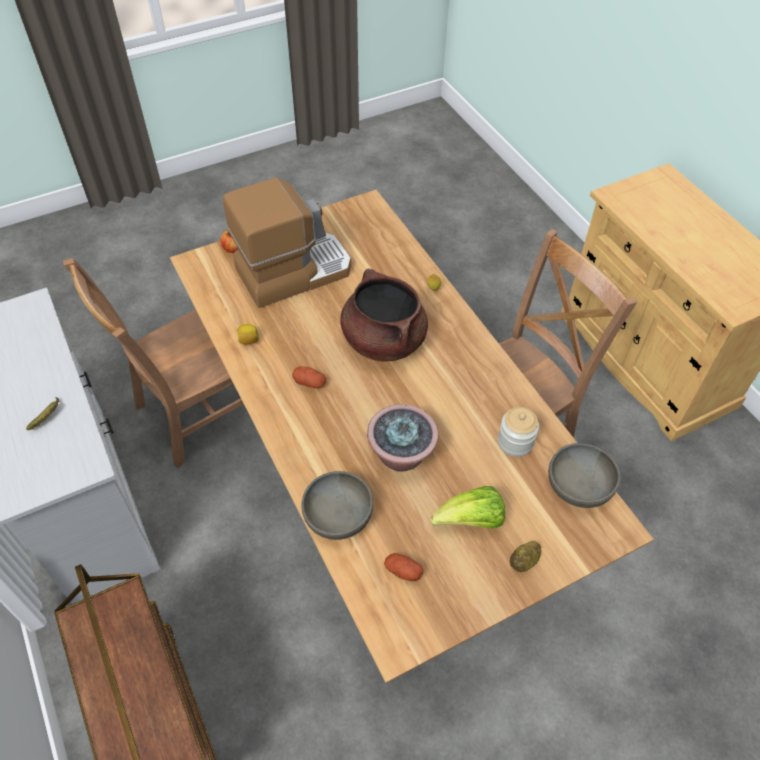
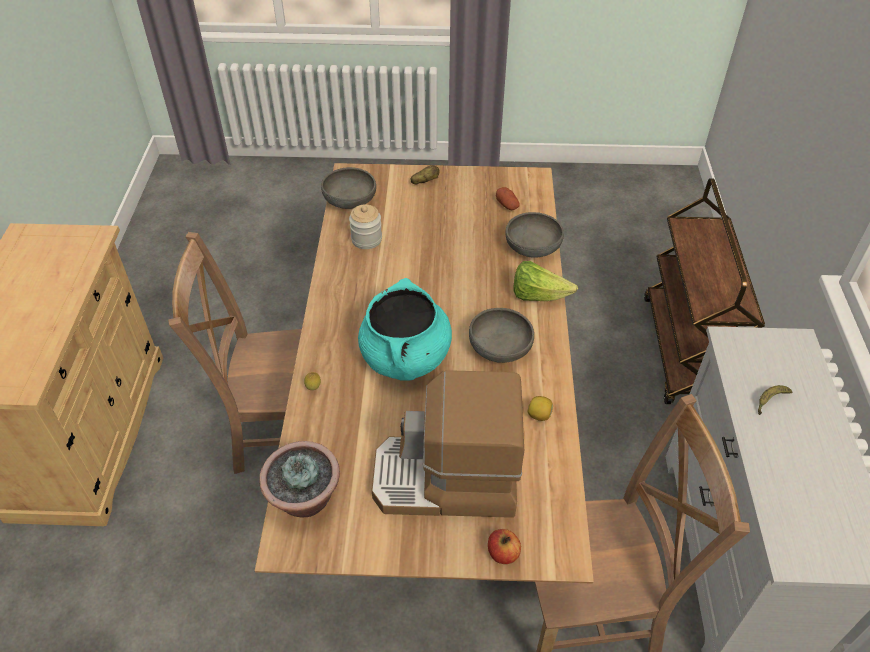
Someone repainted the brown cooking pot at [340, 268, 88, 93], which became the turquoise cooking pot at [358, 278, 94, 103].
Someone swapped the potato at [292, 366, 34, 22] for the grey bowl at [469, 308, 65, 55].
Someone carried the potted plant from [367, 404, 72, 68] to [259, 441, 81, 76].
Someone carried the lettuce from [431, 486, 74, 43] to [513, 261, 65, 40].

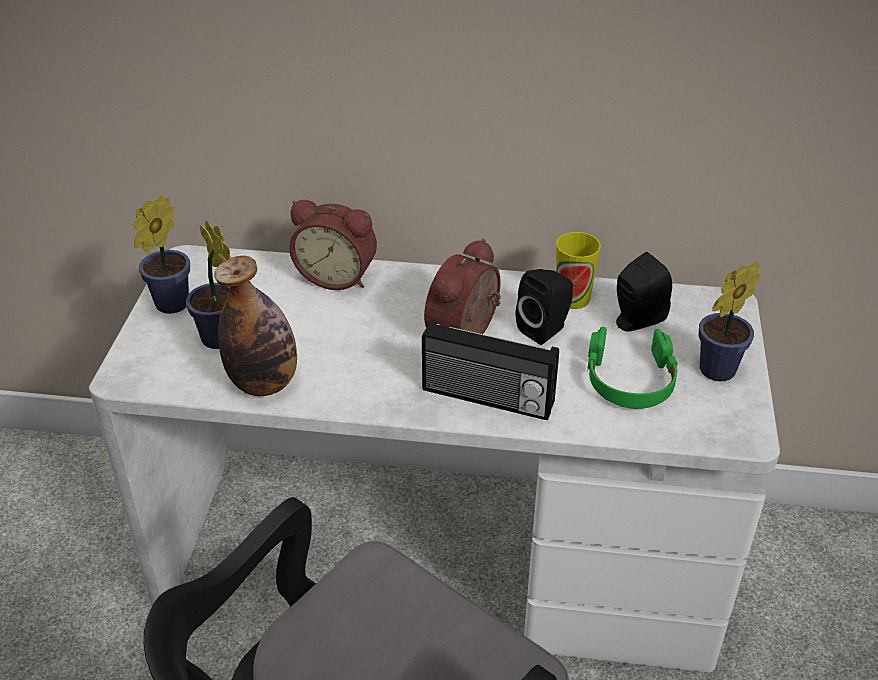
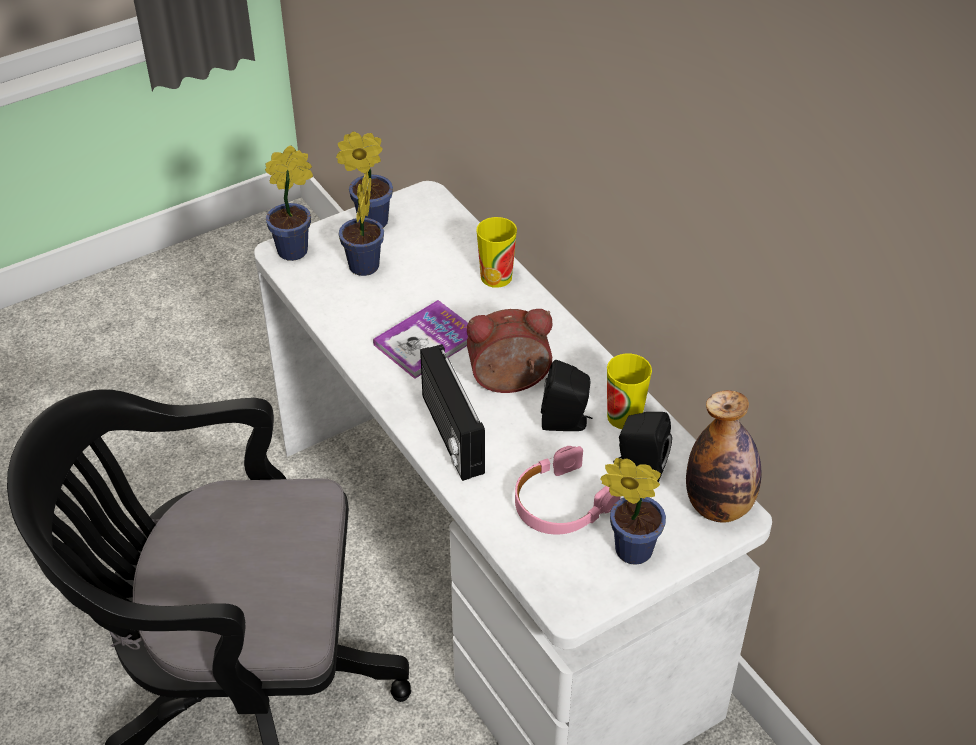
Someone swapped the alarm clock at [289, 200, 88, 90] for the cup at [476, 217, 41, 71].
Someone carried the bottle from [214, 256, 83, 140] to [686, 390, 75, 133].
Someone repainted the green headphones at [587, 327, 91, 82], which became the pink headphones at [515, 446, 106, 88].
Someone put down the potted plant at [265, 145, 48, 116].
Someone put down the book at [373, 300, 95, 79].

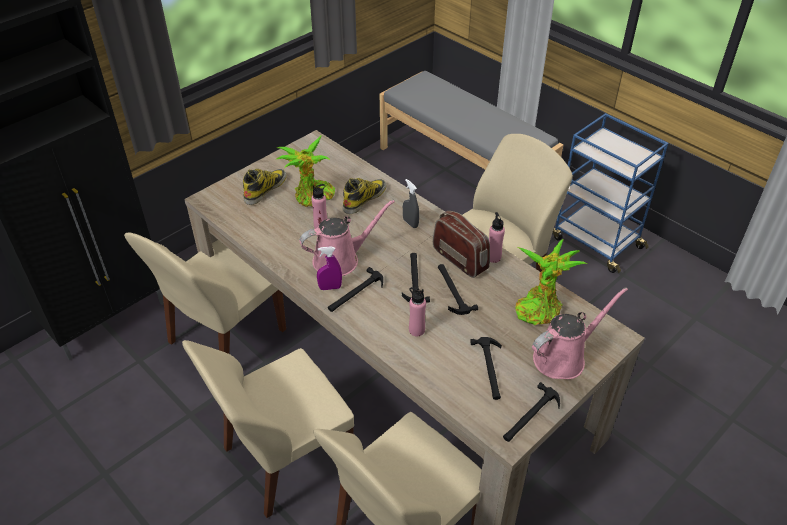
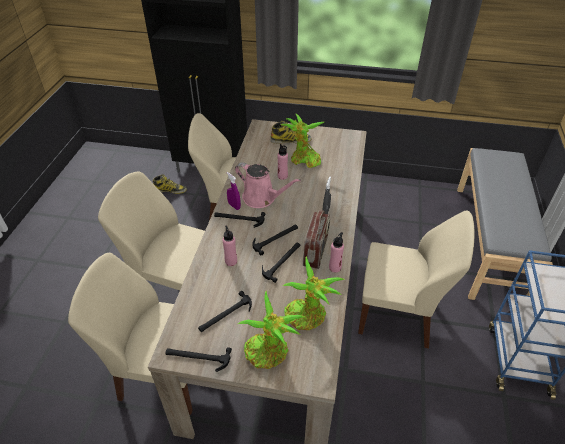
Someone carried the boot from [343, 178, 44, 36] to [153, 174, 34, 20].
Someone swapped the pink watering can at [532, 287, 96, 92] for the potted plant at [238, 291, 66, 78].

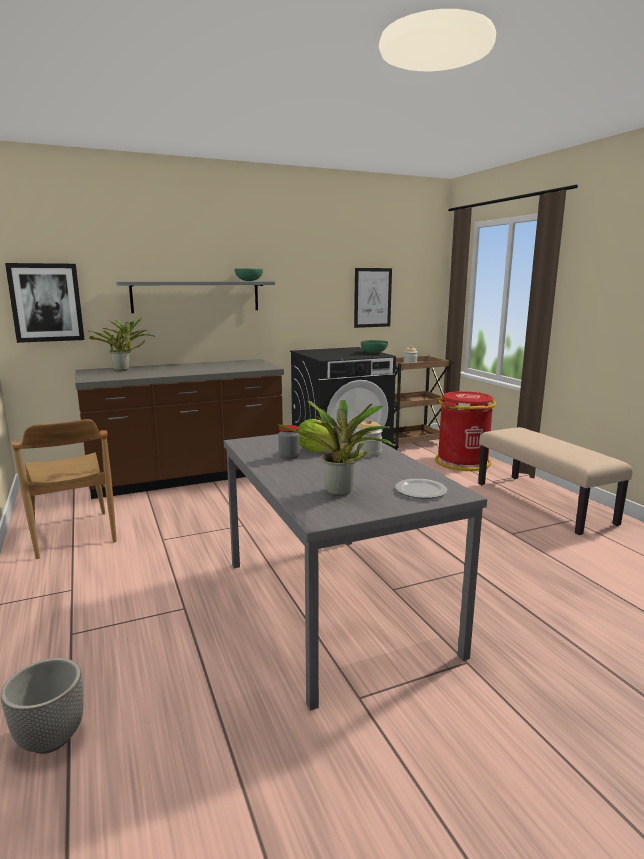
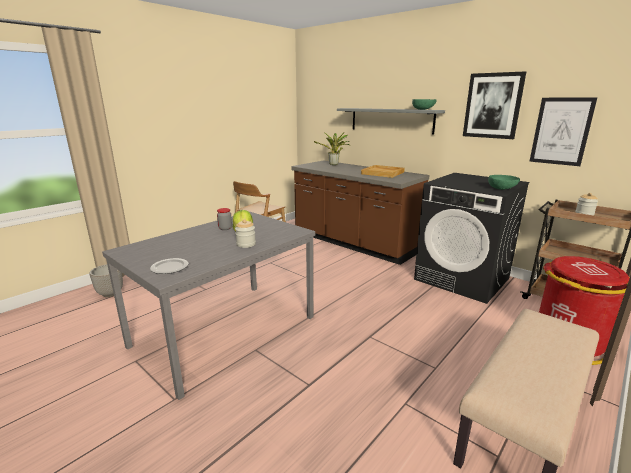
Someone carried the picture from [5, 263, 79, 80] to [463, 71, 63, 68].
Someone took away the potted plant at [278, 400, 117, 96].
Someone put down the beige tray at [361, 165, 44, 13].

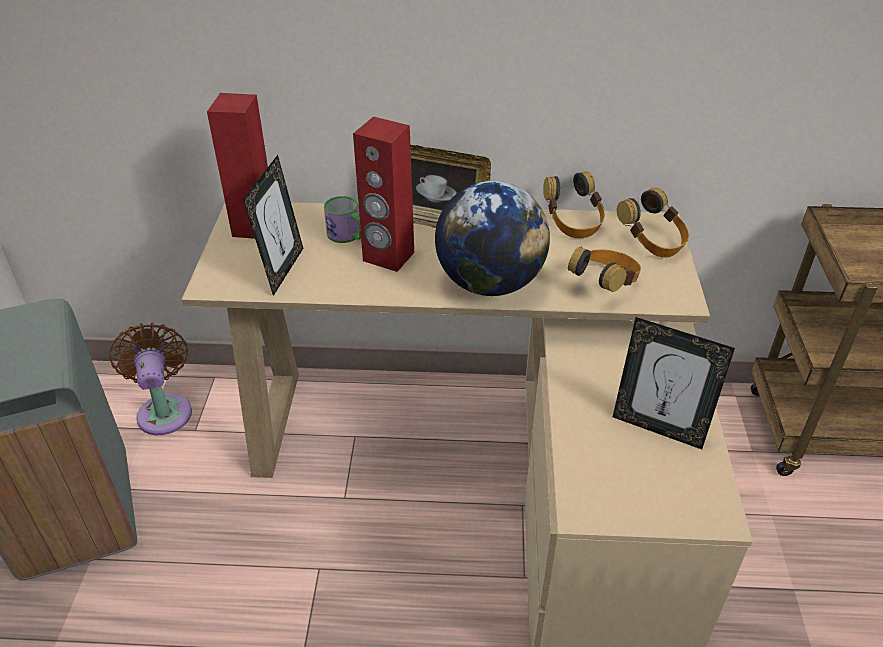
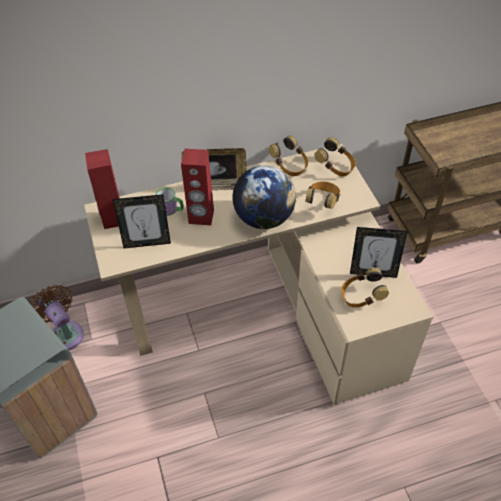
Someone rotated the picture frame at [243, 155, 60, 141] by 90 degrees clockwise.
Someone put down the headphones at [341, 268, 48, 40].

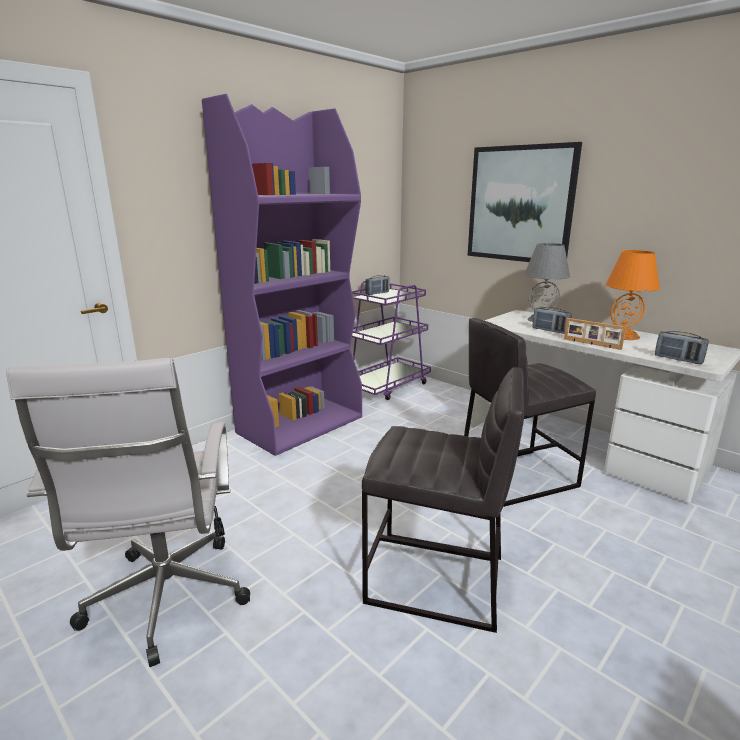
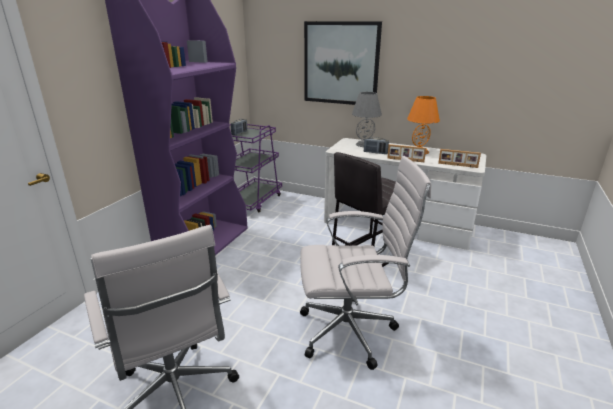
Someone swapped the radio at [655, 331, 54, 33] for the picture frame at [438, 149, 43, 19].
Someone swapped the grey stool at [362, 367, 162, 266] for the white office chair at [300, 156, 131, 214].

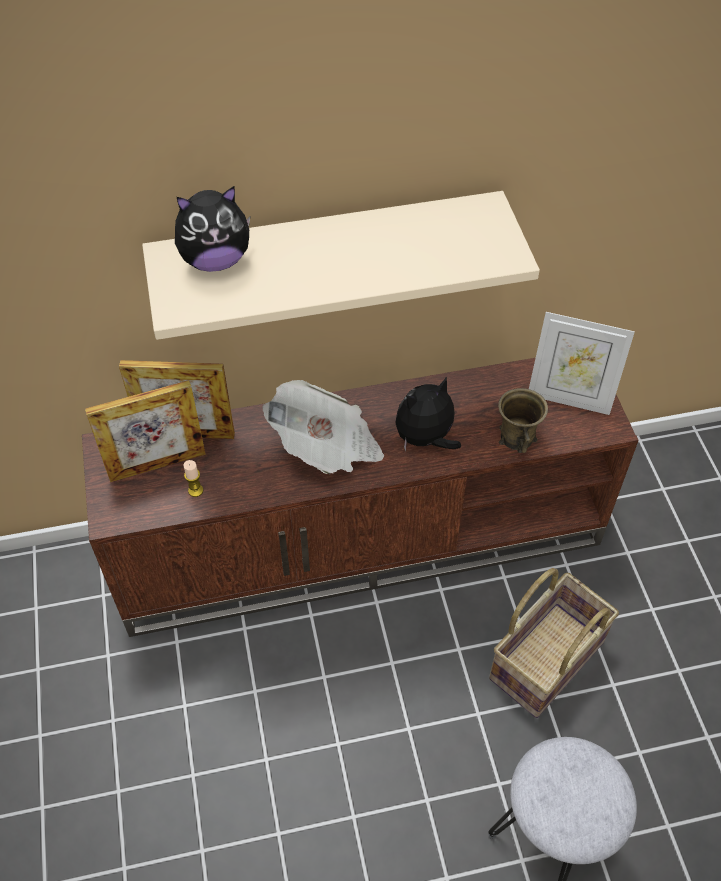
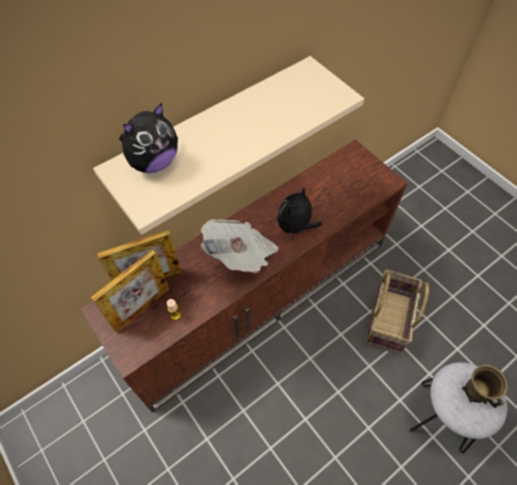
Someone took away the picture frame at [529, 312, 106, 103].
Someone carried the brown mug from [498, 388, 50, 65] to [462, 365, 46, 43].

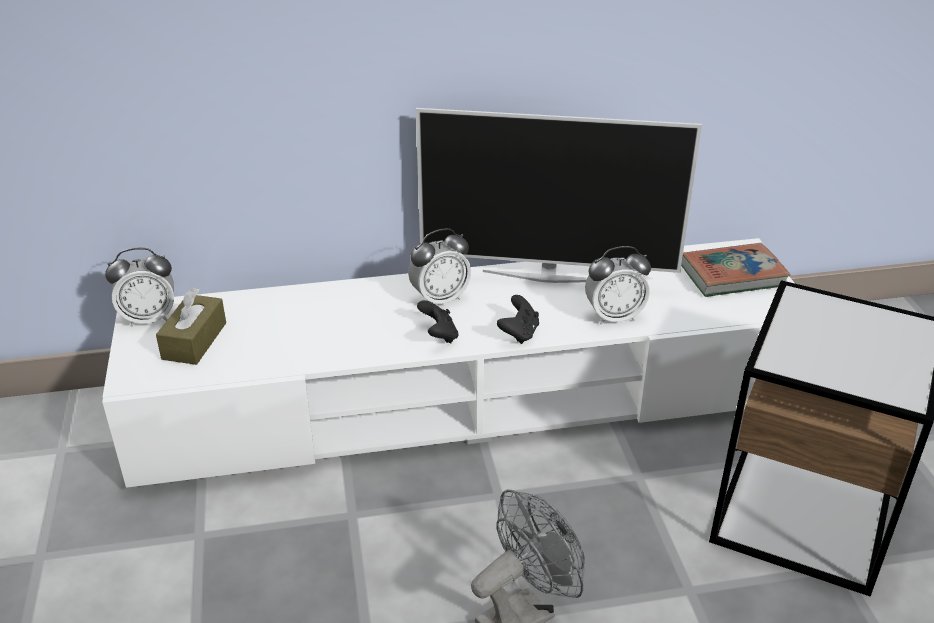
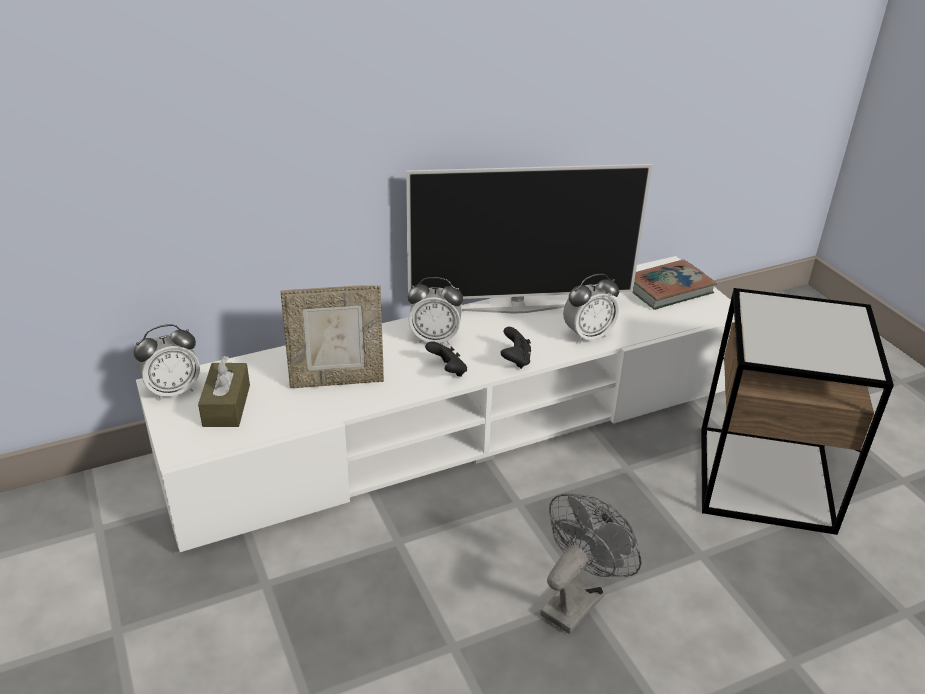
Someone rotated the alarm clock at [408, 228, 63, 76] by 45 degrees clockwise.
Someone put down the picture frame at [281, 285, 103, 103].

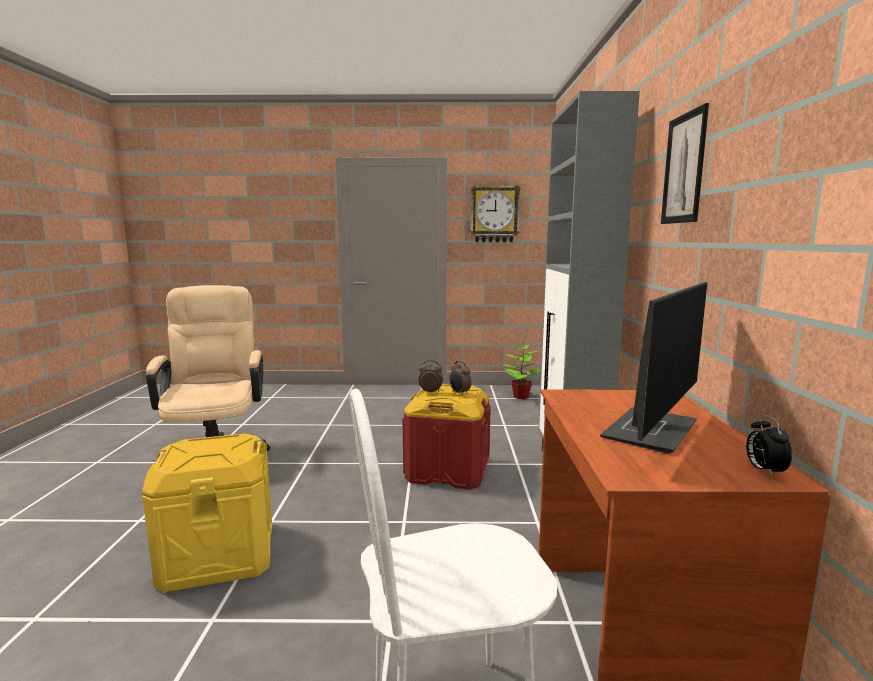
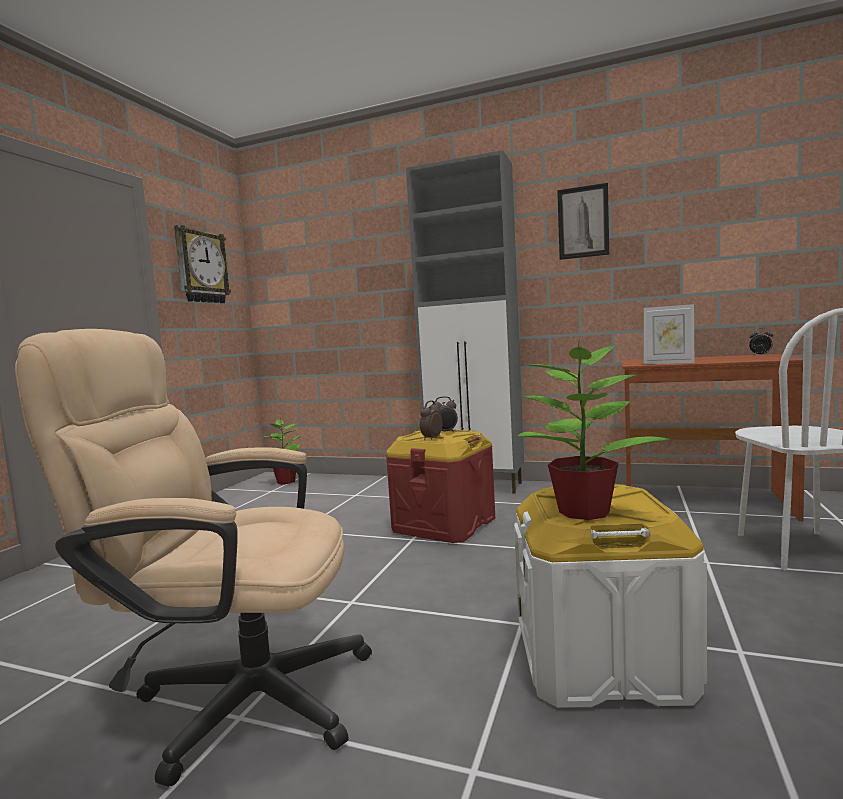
Someone took away the monitor at [600, 282, 108, 172].
Someone repainted the yellow storage box at [142, 434, 130, 158], which became the white storage box at [514, 484, 193, 224].
Someone put down the picture frame at [644, 304, 50, 60].
Someone put down the potted plant at [517, 338, 154, 182].

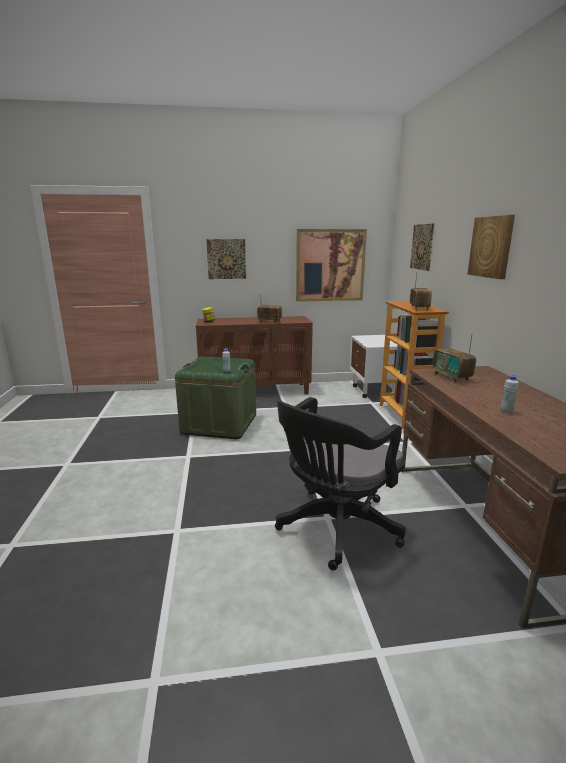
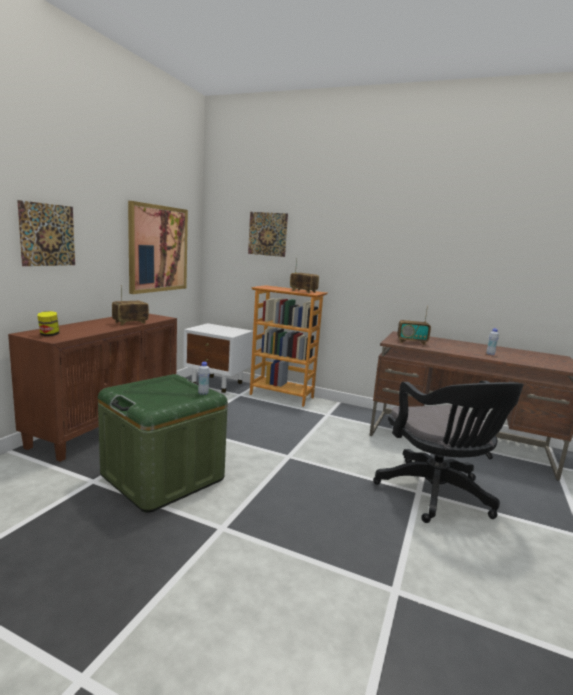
Someone took away the picture at [467, 215, 48, 64].

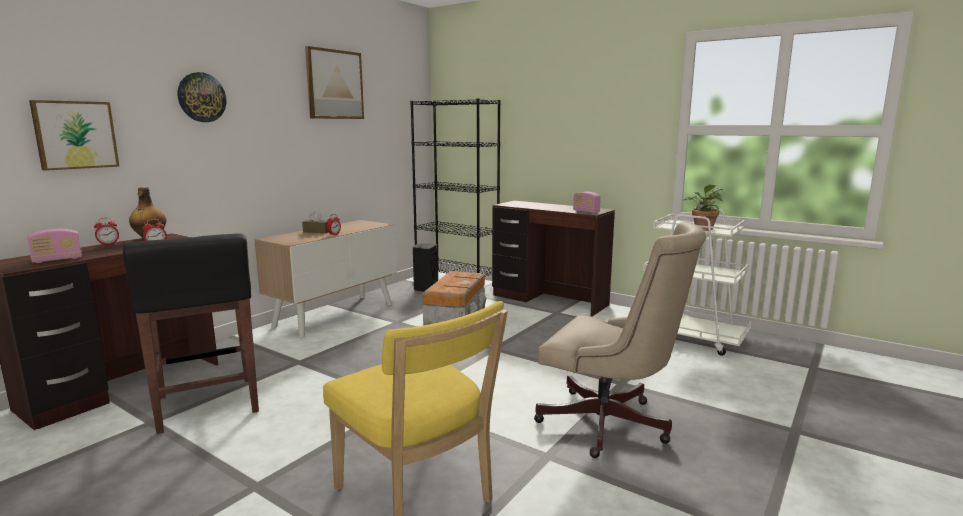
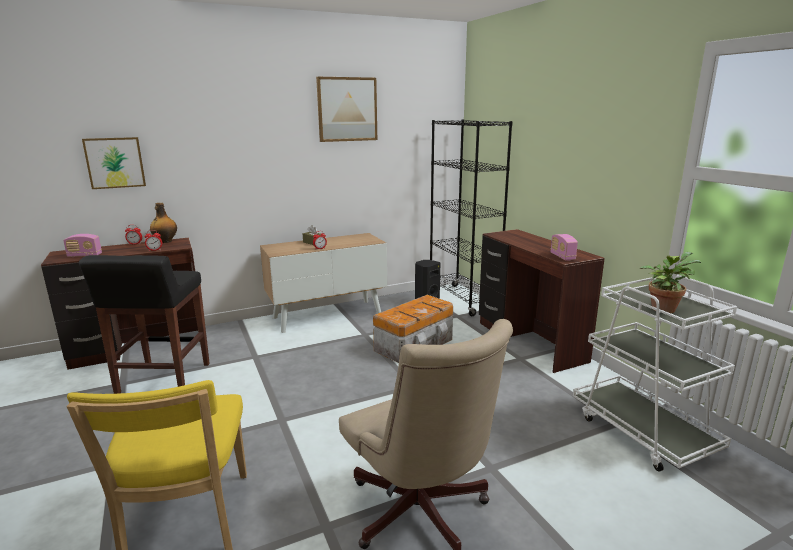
Someone took away the wall clock at [178, 72, 48, 50].

